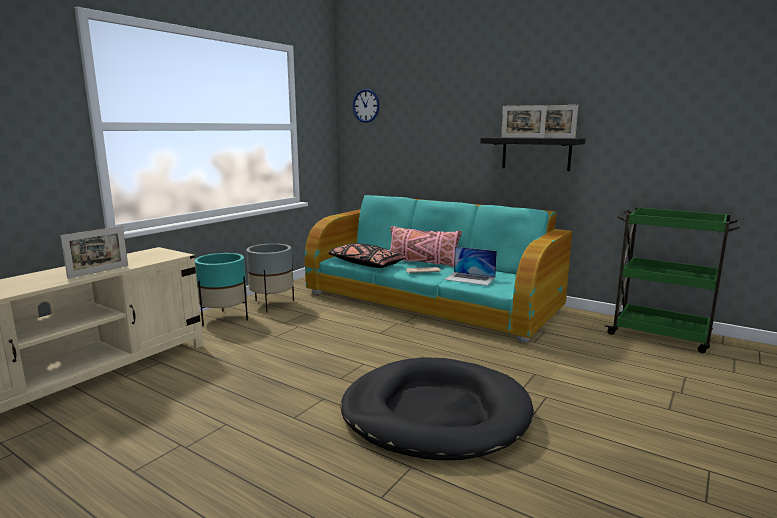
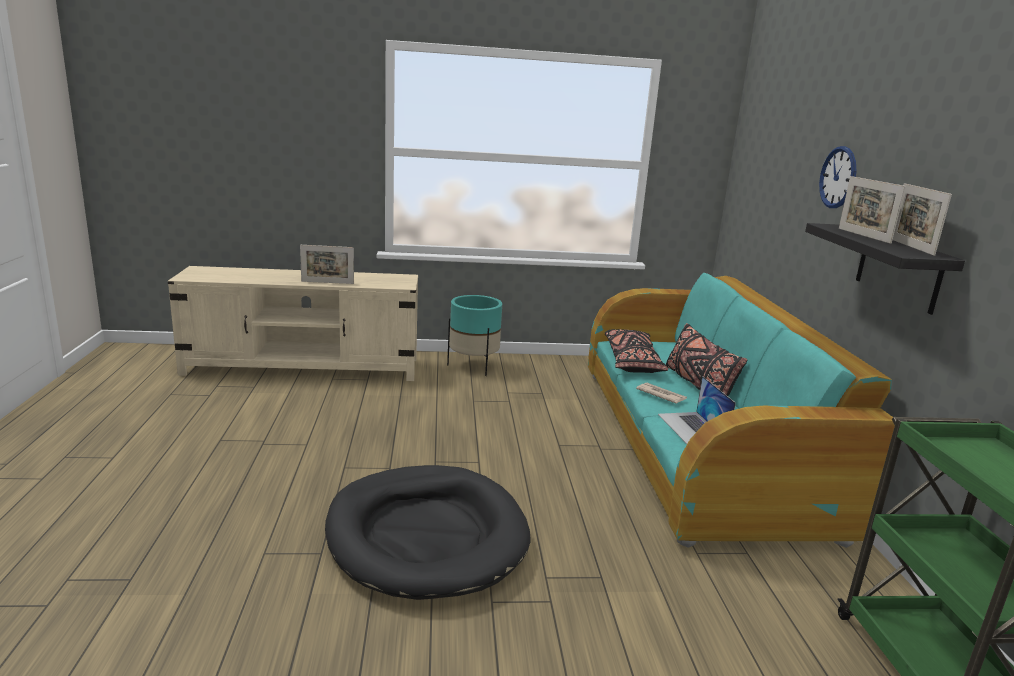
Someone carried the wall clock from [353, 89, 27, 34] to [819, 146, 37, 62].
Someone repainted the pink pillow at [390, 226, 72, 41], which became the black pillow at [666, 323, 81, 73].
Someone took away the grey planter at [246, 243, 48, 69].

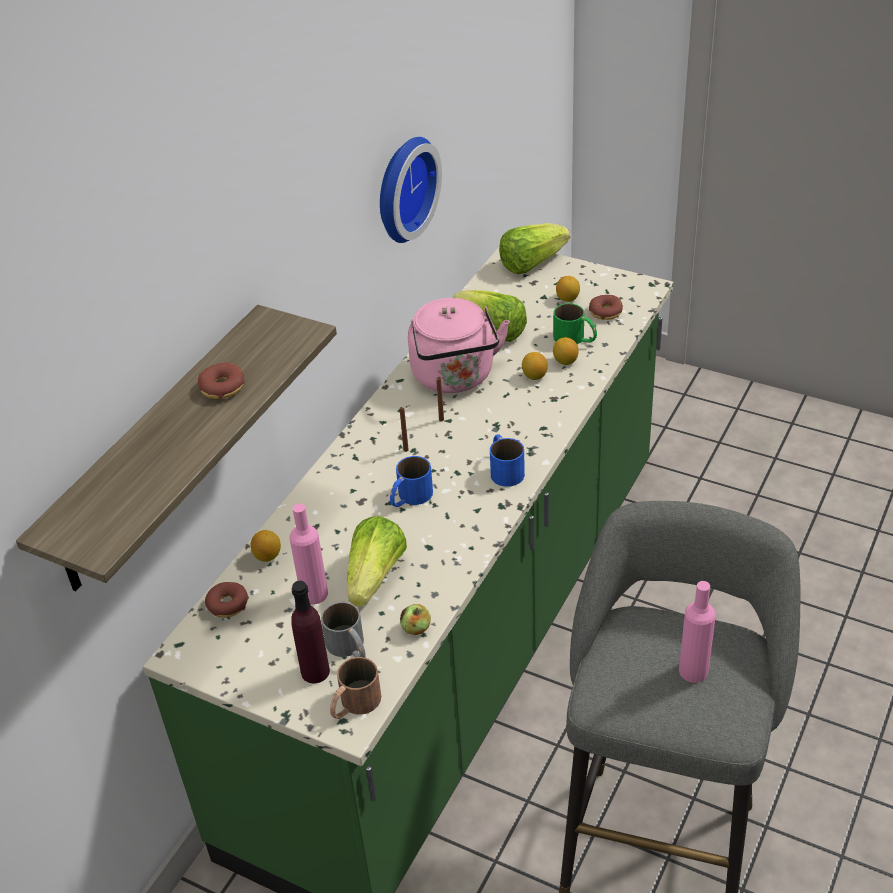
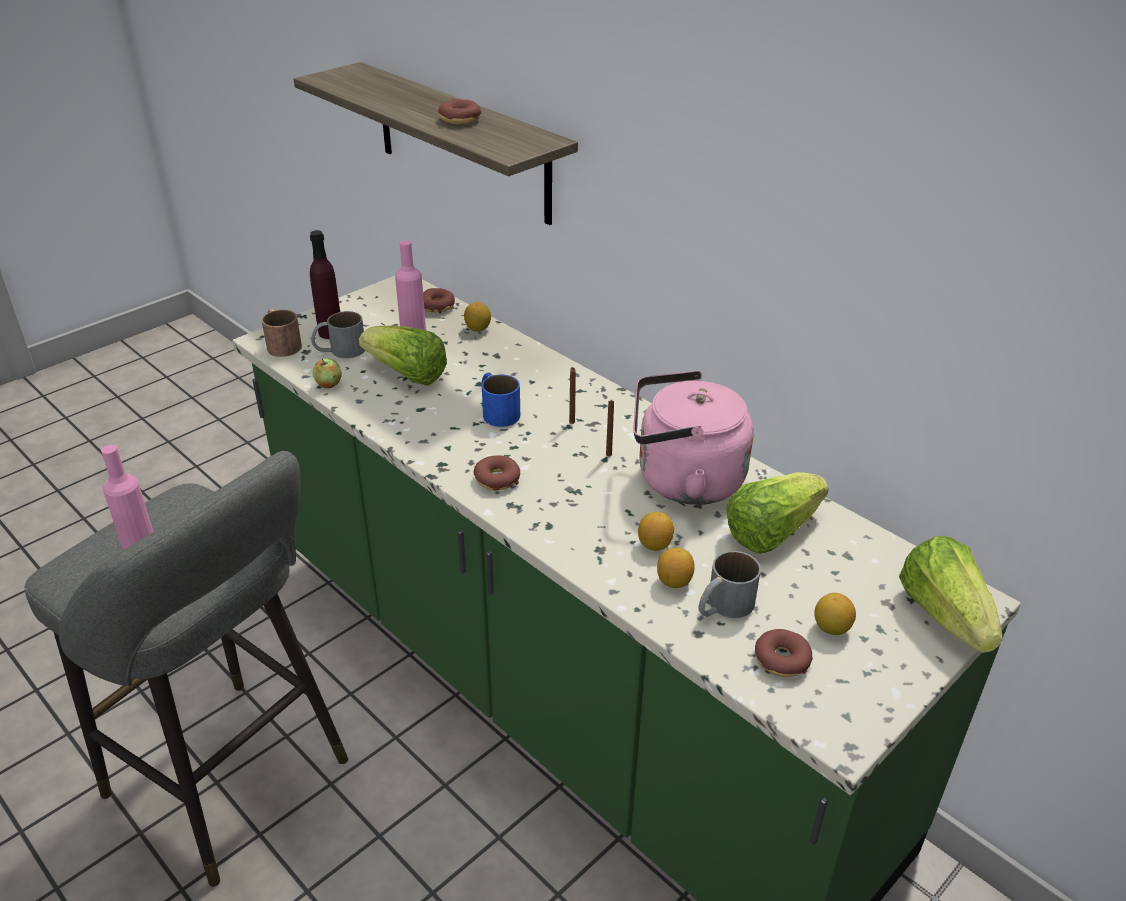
Someone took away the wall clock at [380, 137, 62, 106].
Someone repainted the green mug at [553, 303, 44, 42], which became the grey mug at [698, 551, 63, 67].
Someone swapped the blue mug at [490, 434, 35, 53] for the donut at [474, 455, 46, 36].

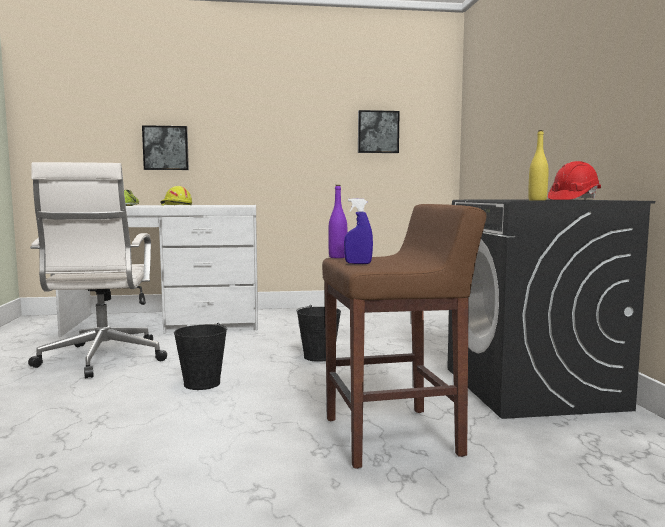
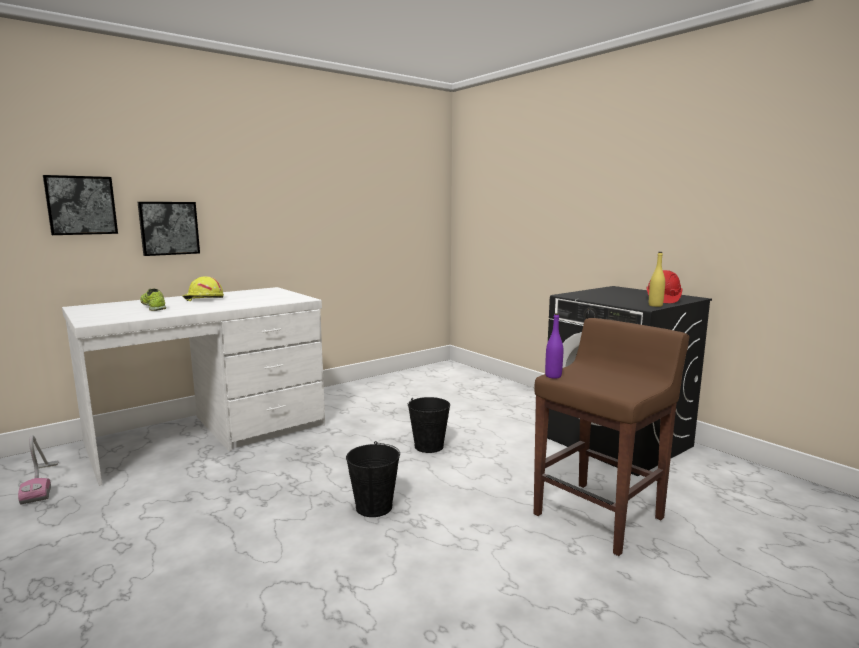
Someone carried the picture from [358, 110, 42, 43] to [43, 175, 75, 60].
Someone took away the white office chair at [28, 162, 139, 217].
Someone took away the blue spray bottle at [344, 198, 29, 66].
Someone put down the vacuum cleaner at [18, 435, 41, 69].

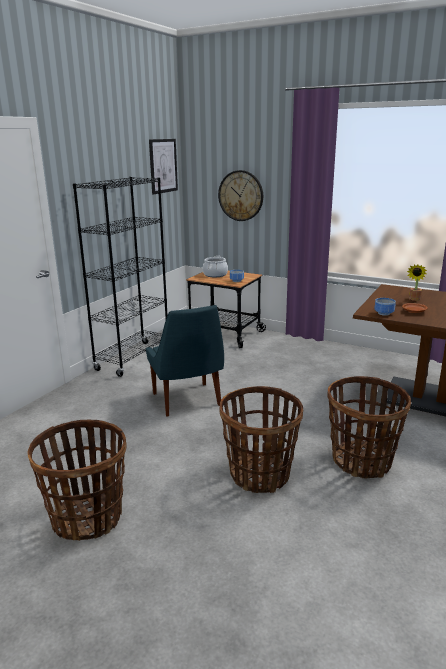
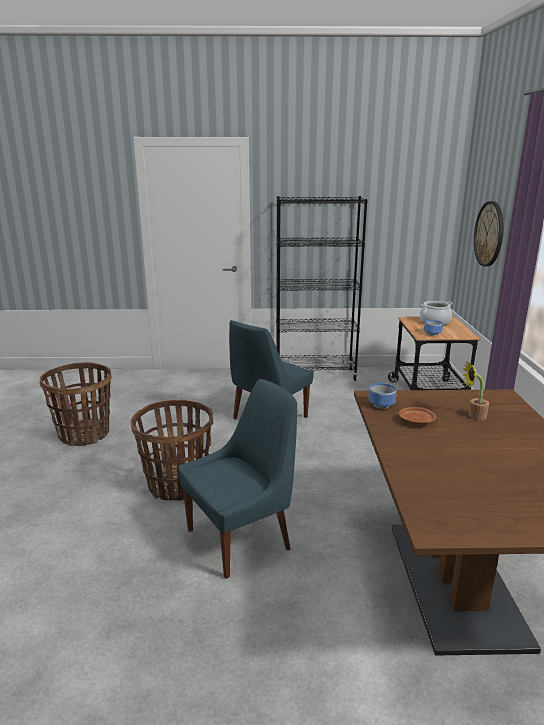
Someone took away the picture at [149, 139, 29, 55].
Someone swapped the basket at [327, 376, 84, 102] for the blue chair at [179, 379, 118, 200].

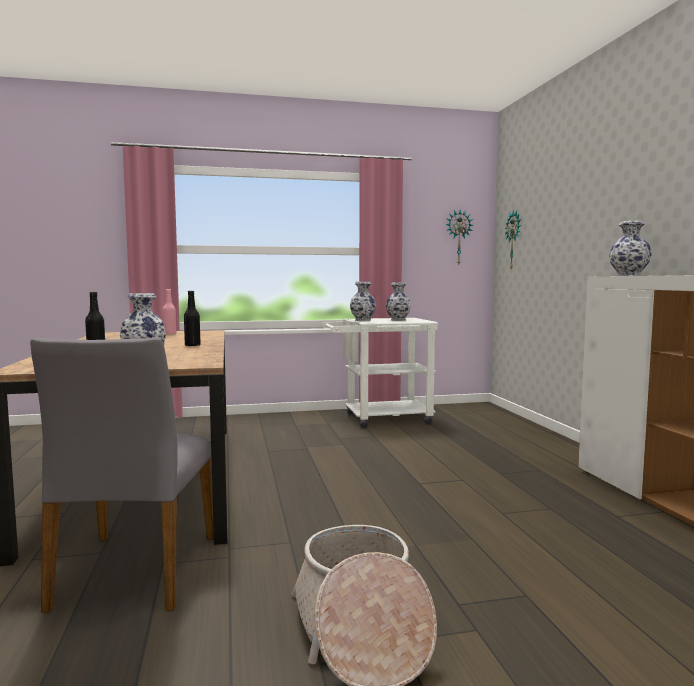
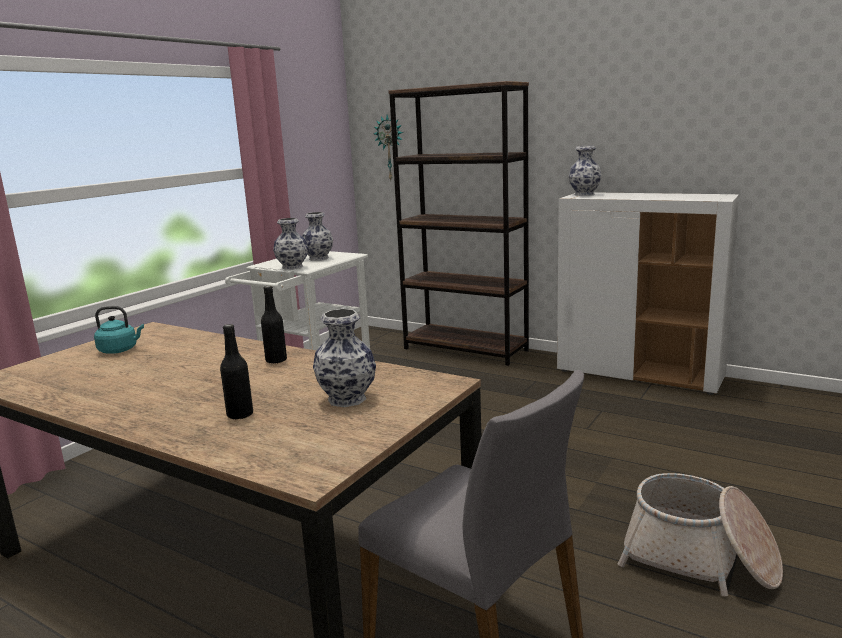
Someone took away the wall clock at [445, 210, 28, 55].
Someone swapped the pink bottle at [162, 289, 14, 46] for the turquoise kettle at [94, 306, 50, 48].
Someone put down the brown bookcase at [388, 81, 141, 285].

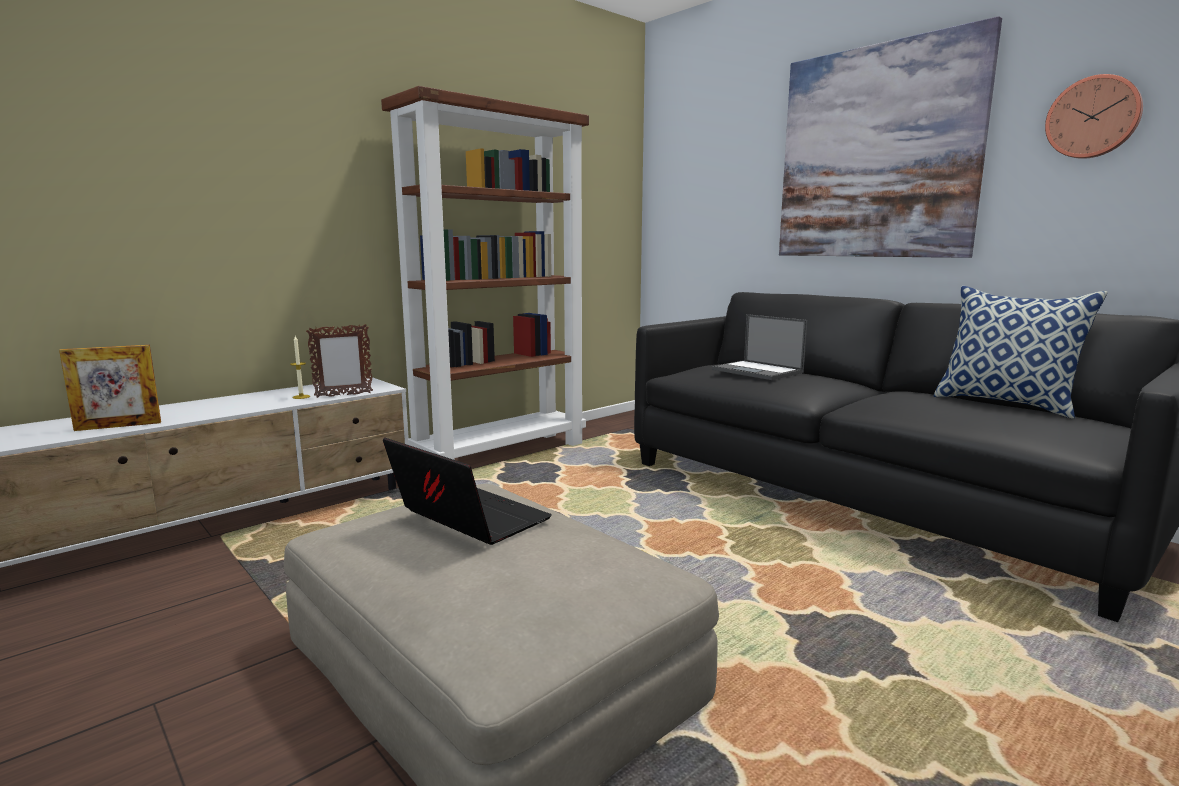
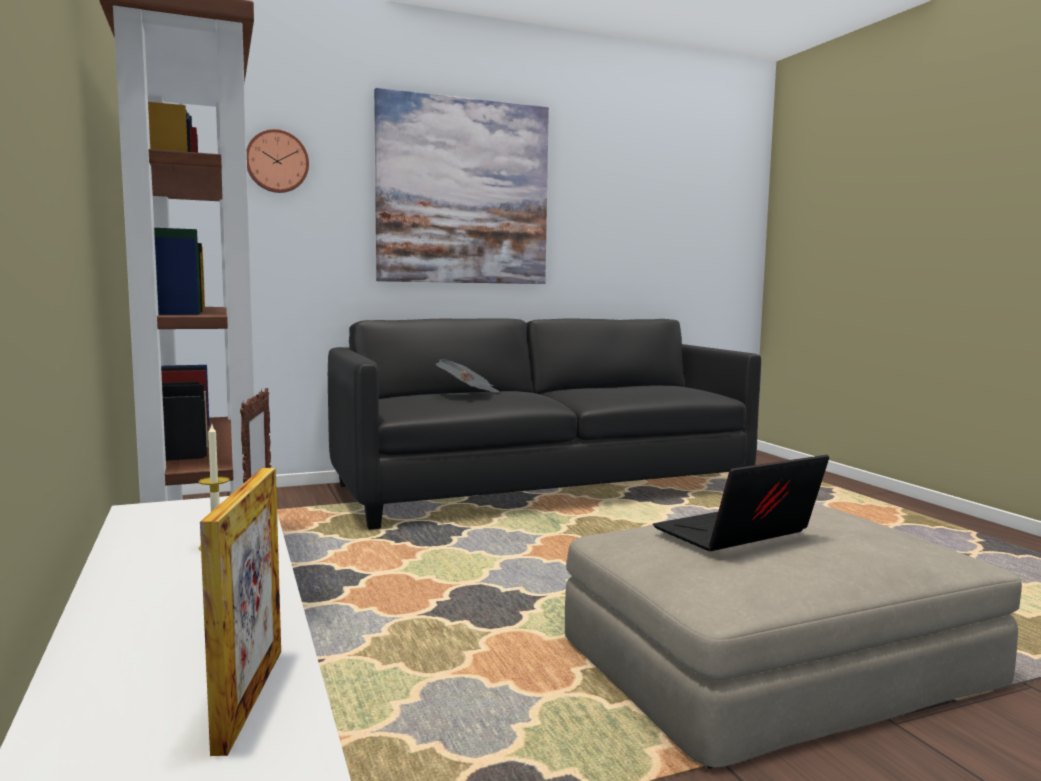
Someone carried the wall clock from [1045, 74, 98, 85] to [247, 129, 62, 64].
Someone took away the pillow at [934, 286, 174, 133].
Someone swapped the laptop at [712, 314, 95, 66] for the newspaper at [436, 359, 63, 33].

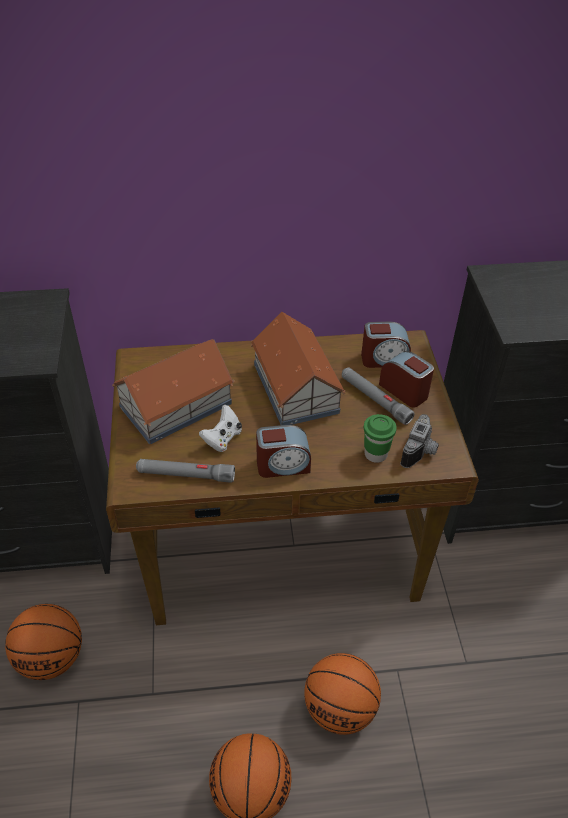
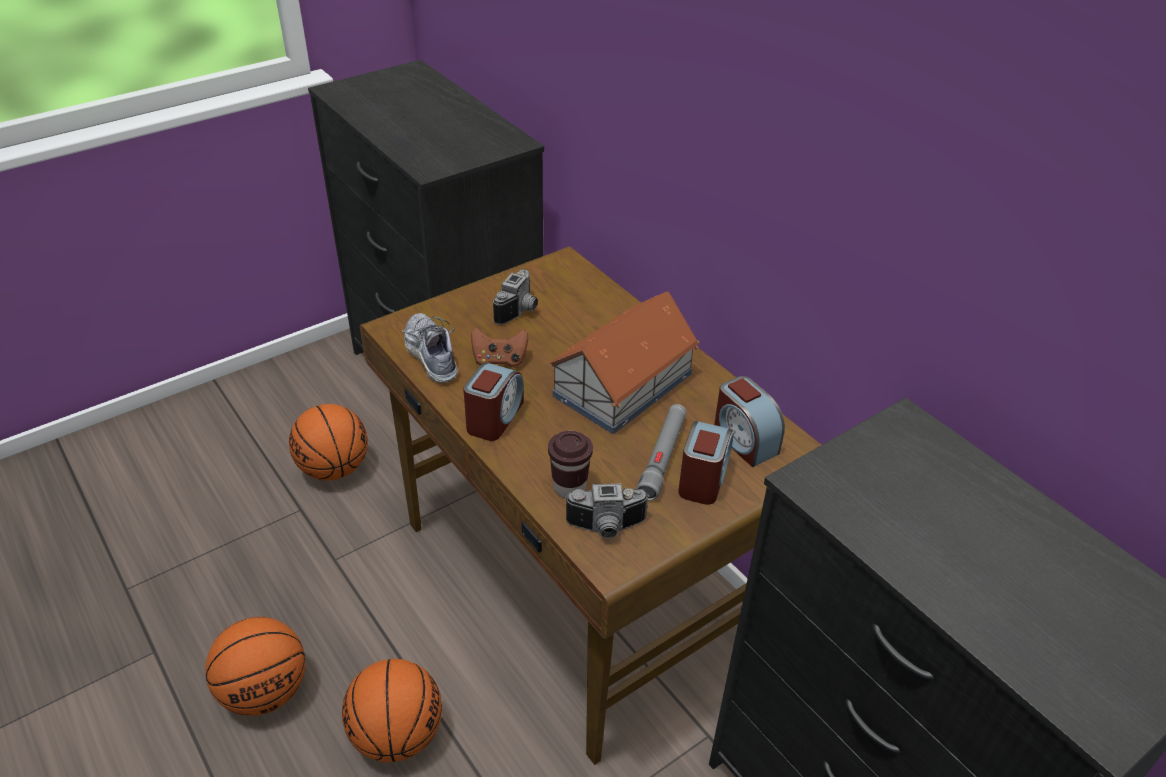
Someone swapped the toy house at [112, 339, 123, 105] for the photo camera at [493, 269, 45, 56].
Someone repainted the white game controller at [199, 405, 43, 47], which became the brown game controller at [471, 328, 57, 40].
Someone repainted the green cup at [364, 414, 33, 49], which became the brown cup at [548, 431, 45, 67].
Someone rotated the alarm clock at [256, 425, 55, 53] by 120 degrees counterclockwise.
Someone swapped the grey flashlight at [136, 459, 99, 24] for the shoe at [401, 313, 57, 70].

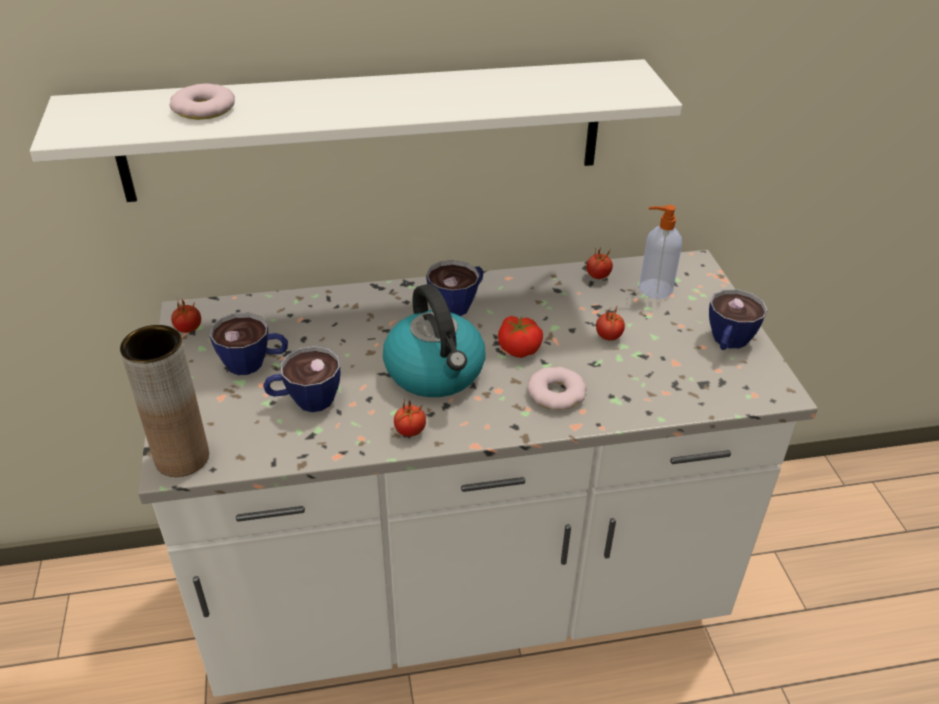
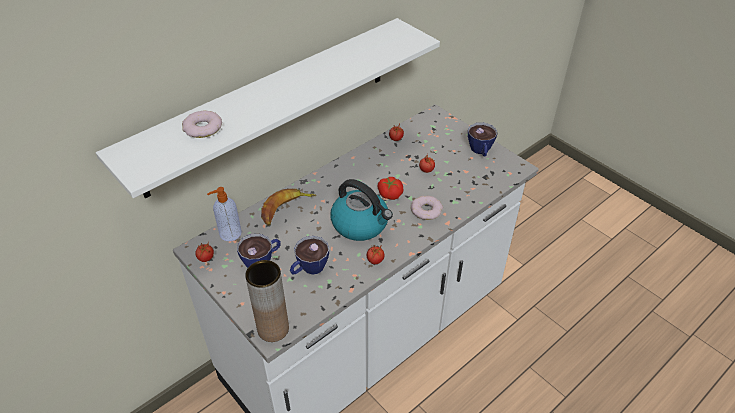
Someone carried the soap dispenser from [639, 205, 43, 94] to [207, 187, 35, 54].
Someone took away the cup at [426, 260, 58, 56].
Someone put down the banana at [261, 189, 55, 37].

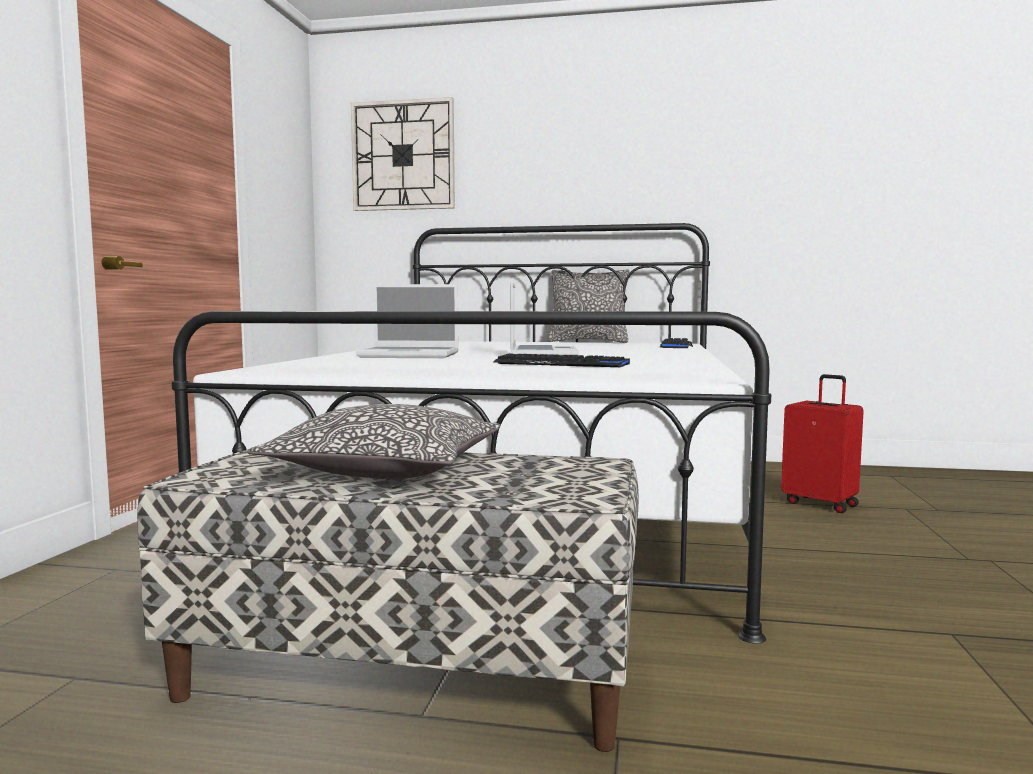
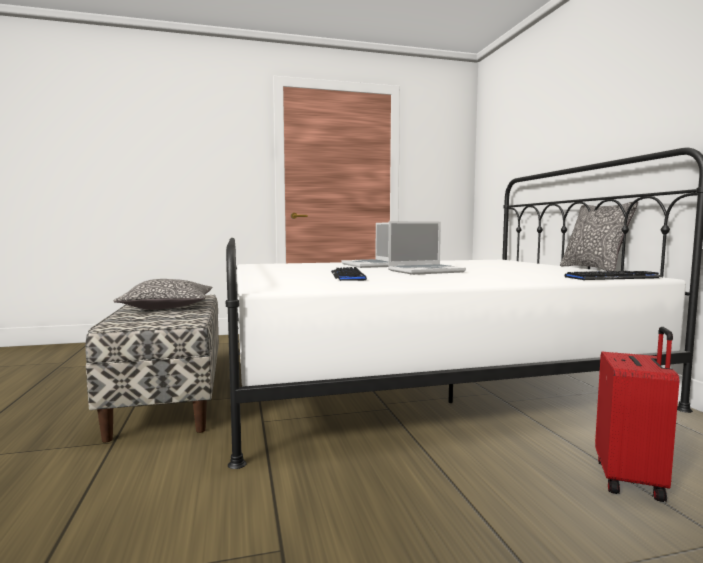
Someone took away the wall clock at [351, 97, 104, 114].

